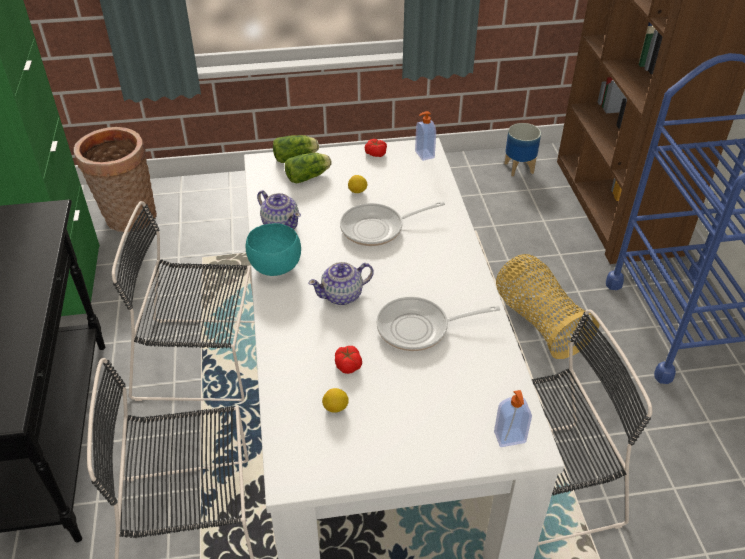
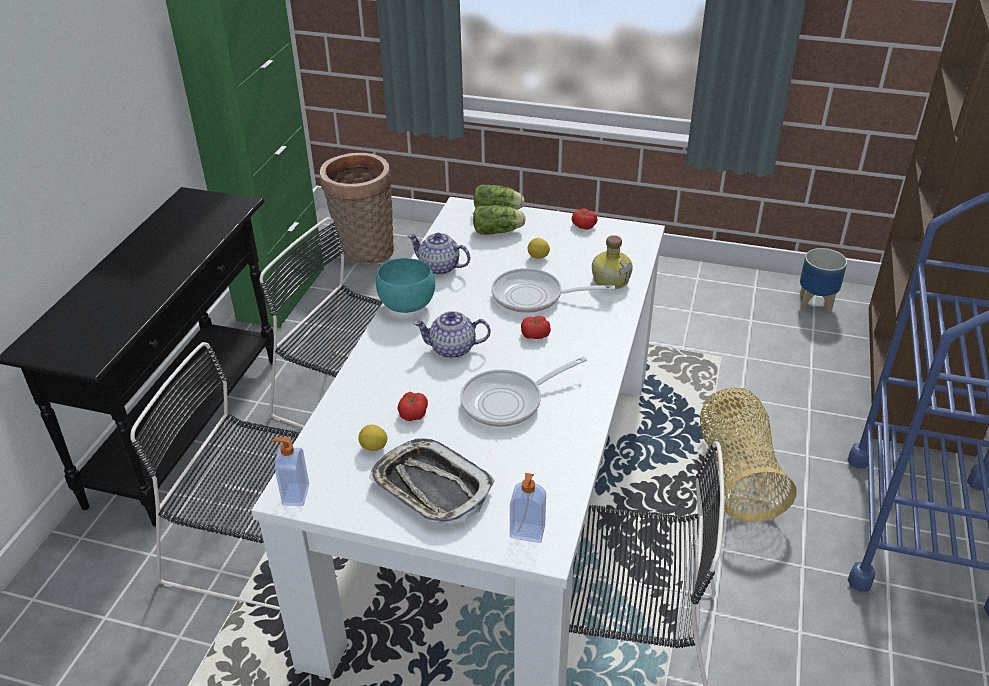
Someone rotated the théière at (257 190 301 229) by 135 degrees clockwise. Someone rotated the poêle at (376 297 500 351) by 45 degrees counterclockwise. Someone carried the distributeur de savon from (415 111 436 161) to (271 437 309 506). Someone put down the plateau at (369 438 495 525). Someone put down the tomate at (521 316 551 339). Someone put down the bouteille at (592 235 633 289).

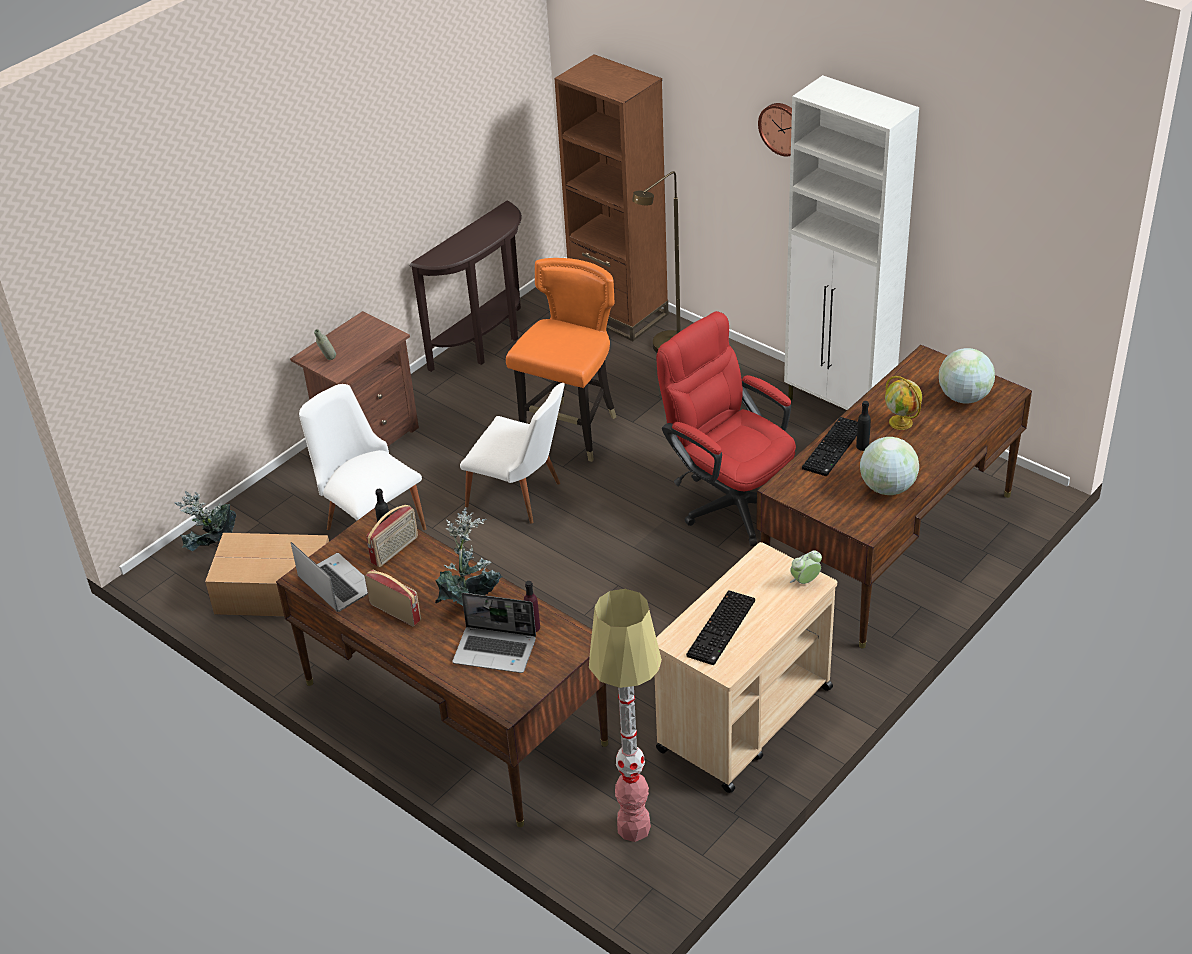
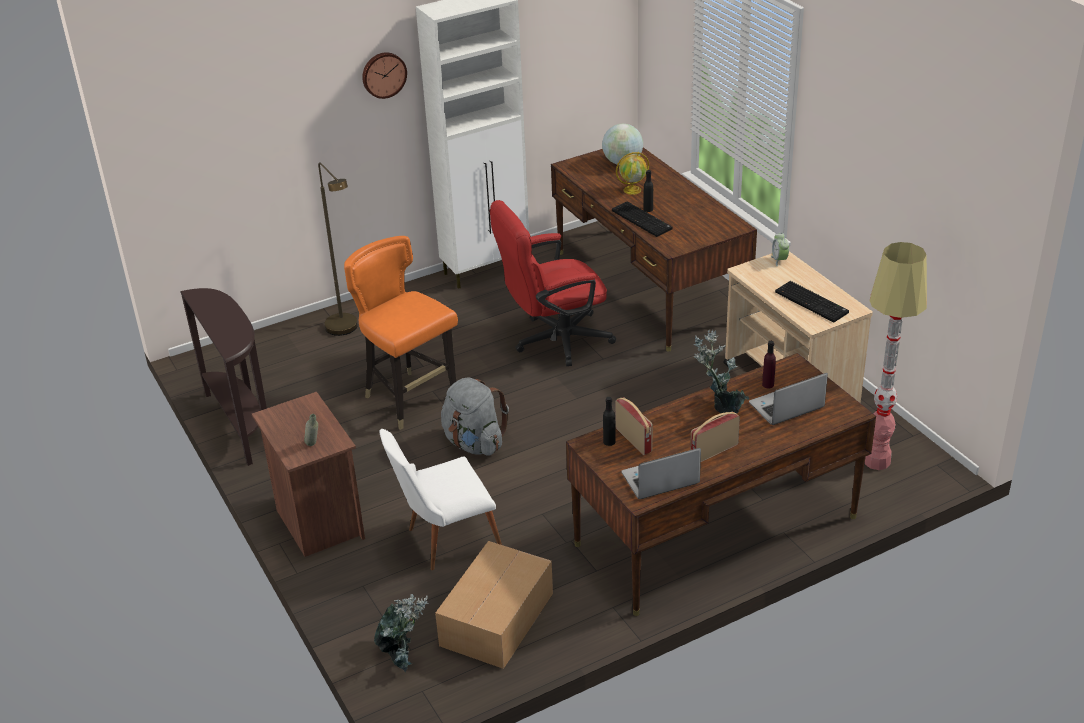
Someone rotated the ordinateur portable at (452 593 536 673) by 150 degrees counterclockwise. Someone swapped the chaise (blanc) at (460 383 565 524) for the sac à dos (gris) at (441 378 509 456). Someone took away the bibliothèque (marron) at (554 54 668 341). Someone took away the globe at (860 437 919 495).

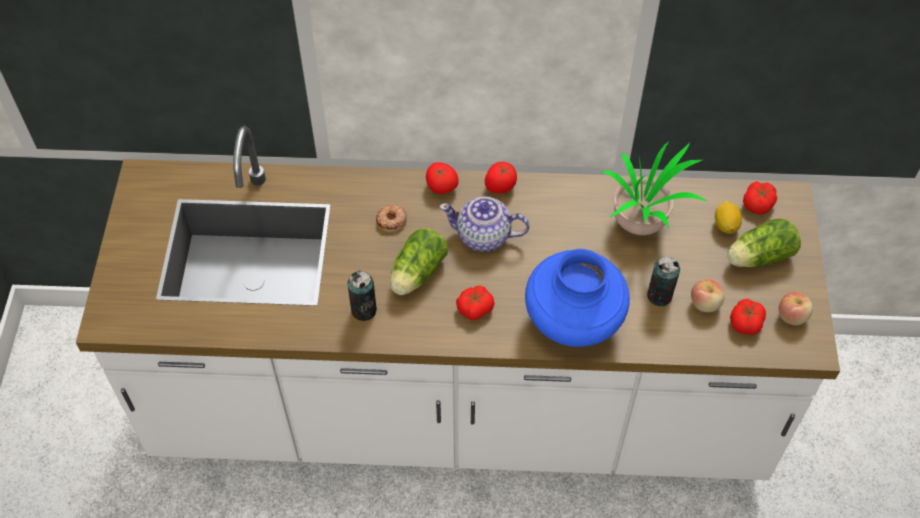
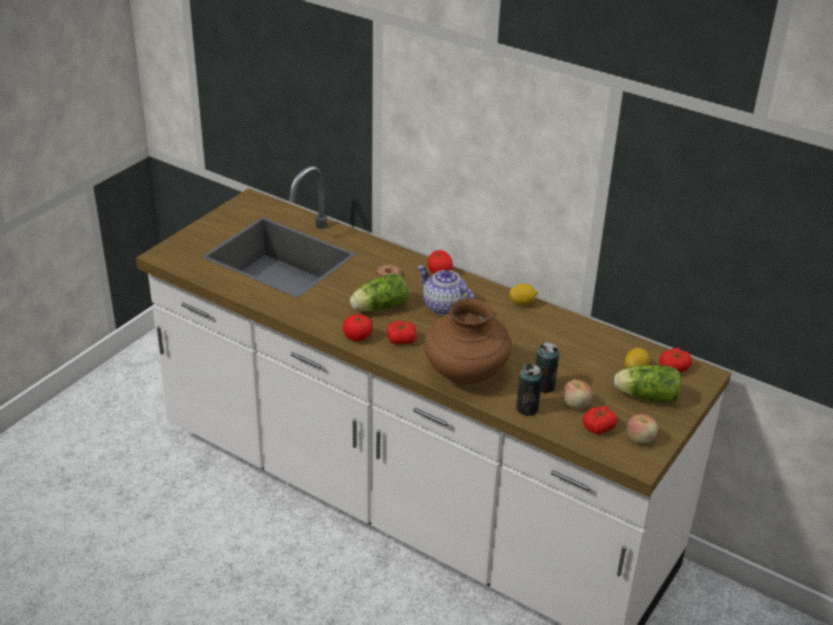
Someone carried the boîte métallique from (347 270 377 321) to (516 364 542 416). Someone carried the tomate from (485 162 517 194) to (343 314 373 341). Someone repainted the vase (bleu) at (525 249 630 347), which became the vase (marron) at (424 299 512 384). Someone took away the plante en pot at (600 142 707 235). Someone put down the citron at (509 284 538 306).

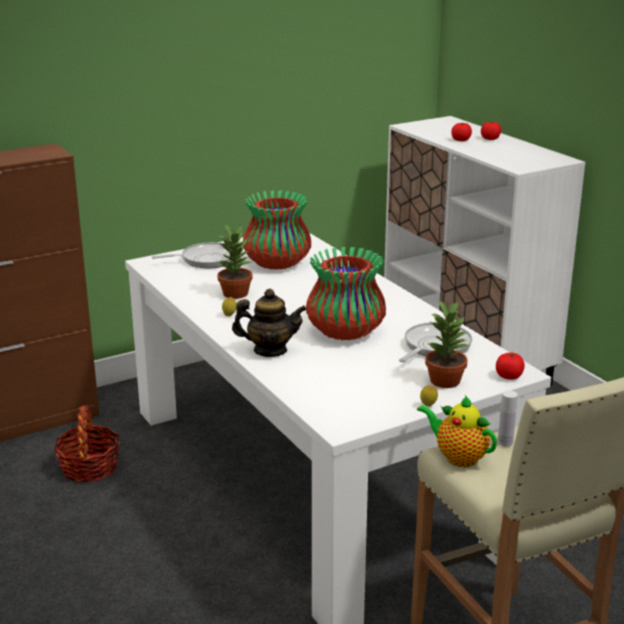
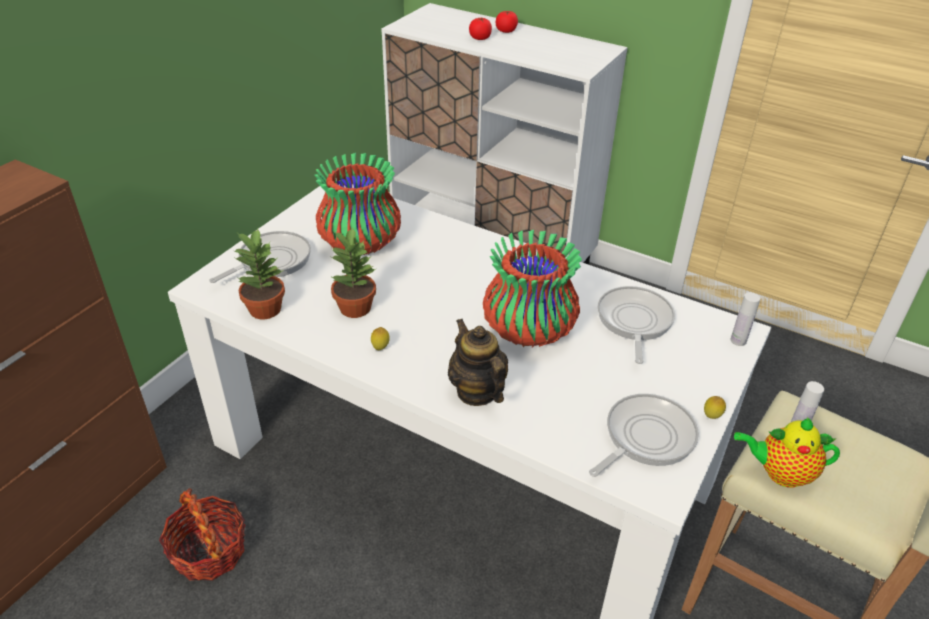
Someone rotated the théière at (232 289 307 357) by 90 degrees counterclockwise. Someone carried the plante en pot from (425 299 471 388) to (235 229 285 319). Someone swapped the tomate at (496 353 525 380) for the bouteille (blanc) at (730 292 760 346). Someone put down the poêle at (589 394 699 477).

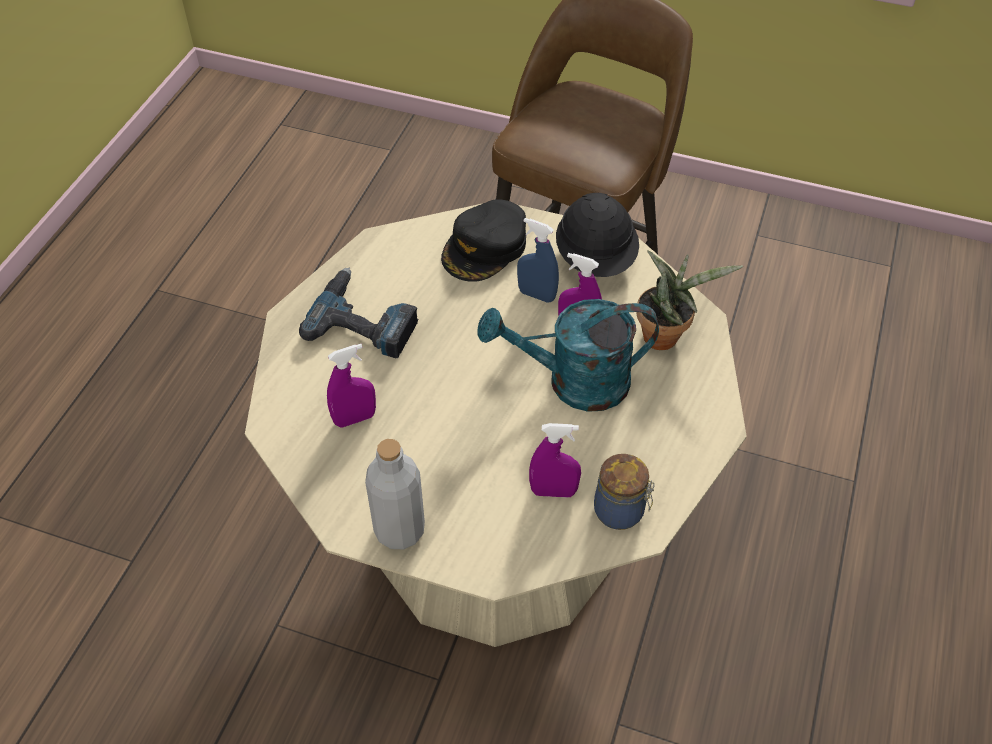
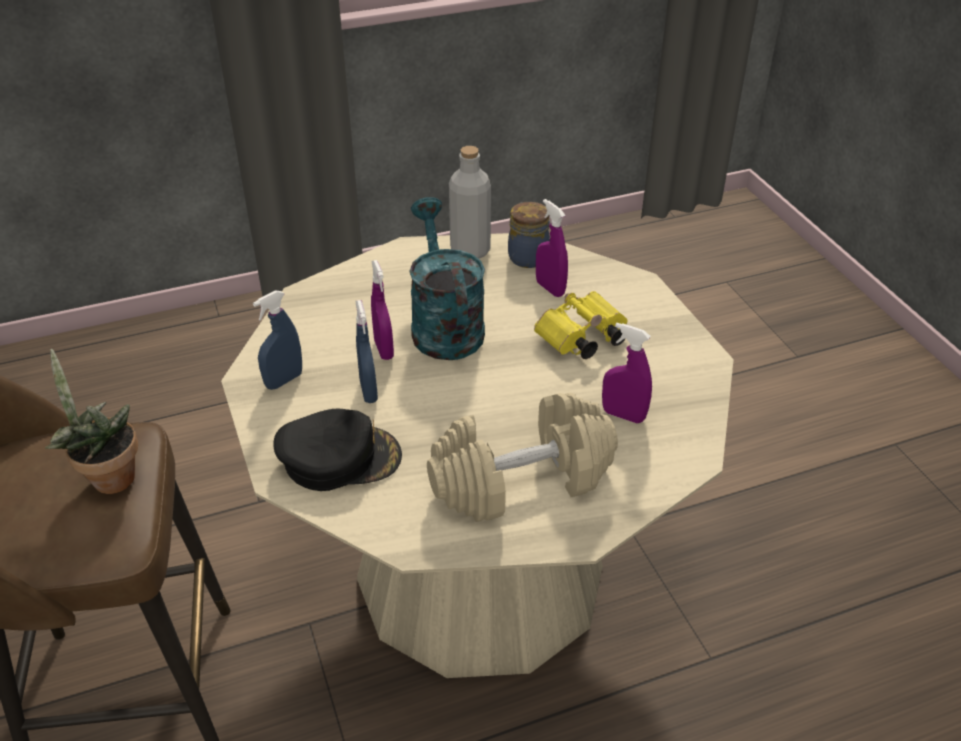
Someone swapped the perceuse at (299 267 418 358) for the haltère (beige) at (427 393 618 522). Someone carried the bouteille (gris) from (365 439 425 549) to (449 146 491 259). Someone rotated the arrosoir (turquoise) at (477 299 659 412) by 150 degrees counterclockwise. Someone swapped the casque de chantier (noir) at (556 193 639 277) for the vaporisateur (bleu) at (253 290 302 390). Someone carried the plante en pot from (636 250 743 350) to (45 348 138 494). Someone put down the jumelles (jaune) at (534 291 627 359).

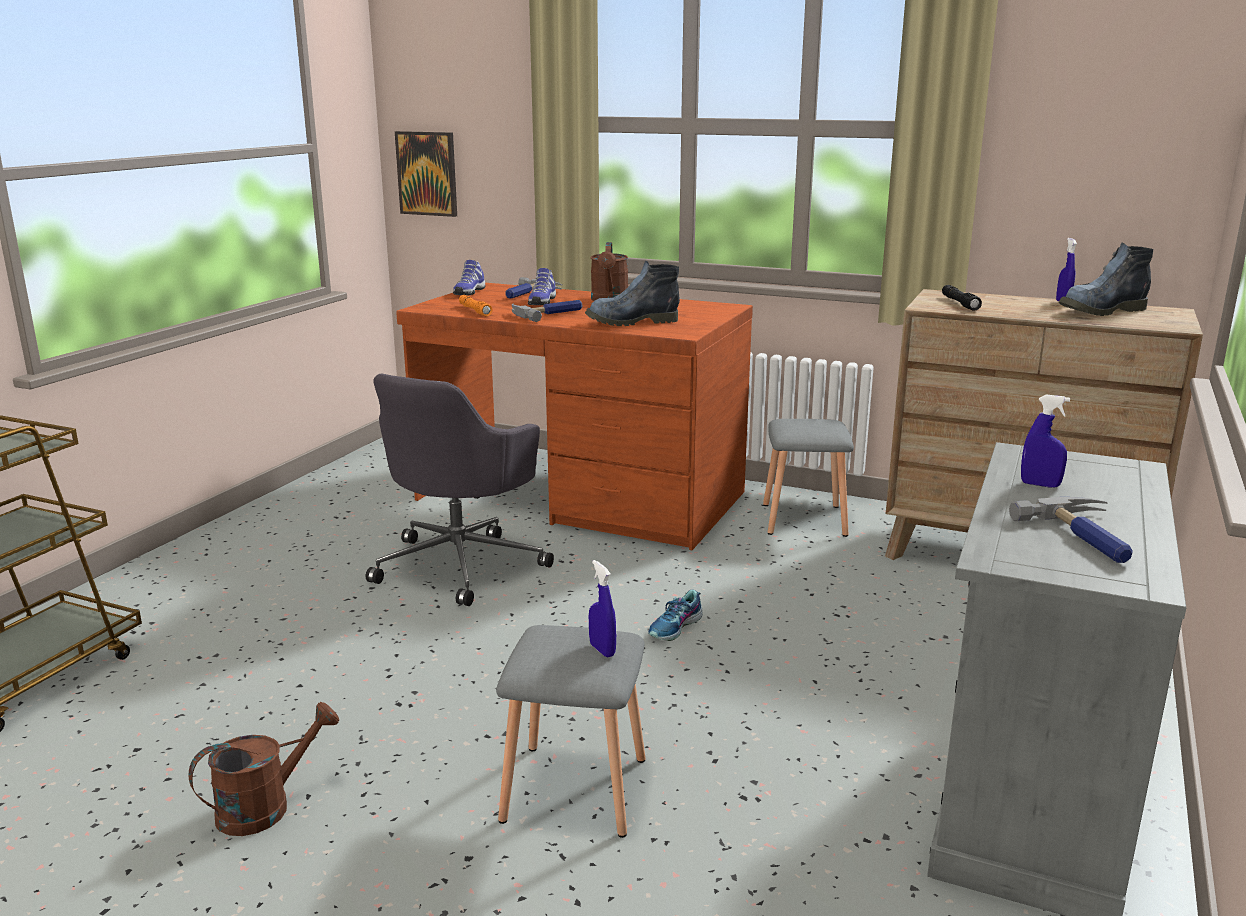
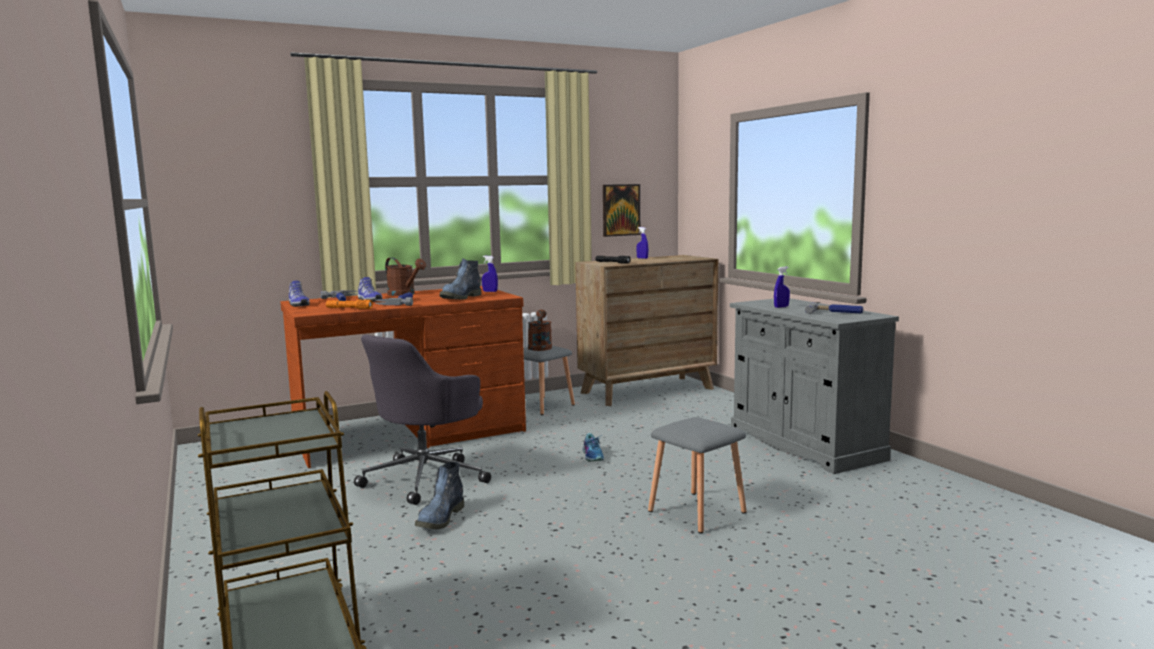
Someone carried the arrosoir (marron) from (188 702 339 836) to (528 310 552 351). Someone rotated the chaise de bureau (gris) at (366 374 554 606) by 60 degrees clockwise. Someone carried the tableau from (395 131 457 217) to (603 184 640 237). Someone carried the vaporisateur (bleu) from (589 560 616 657) to (482 256 498 292). Someone carried the botte from (1059 243 1153 316) to (415 462 464 529).

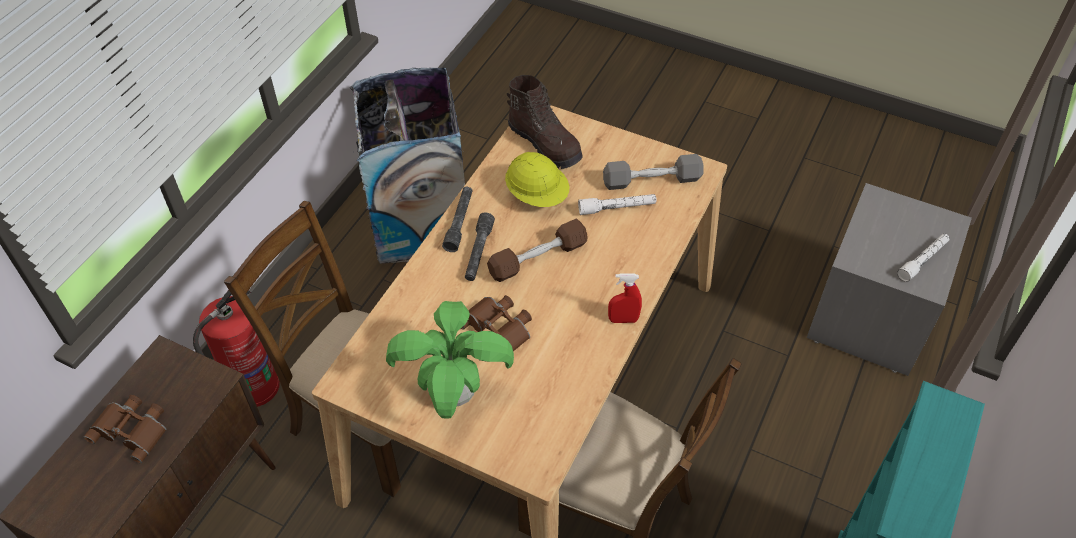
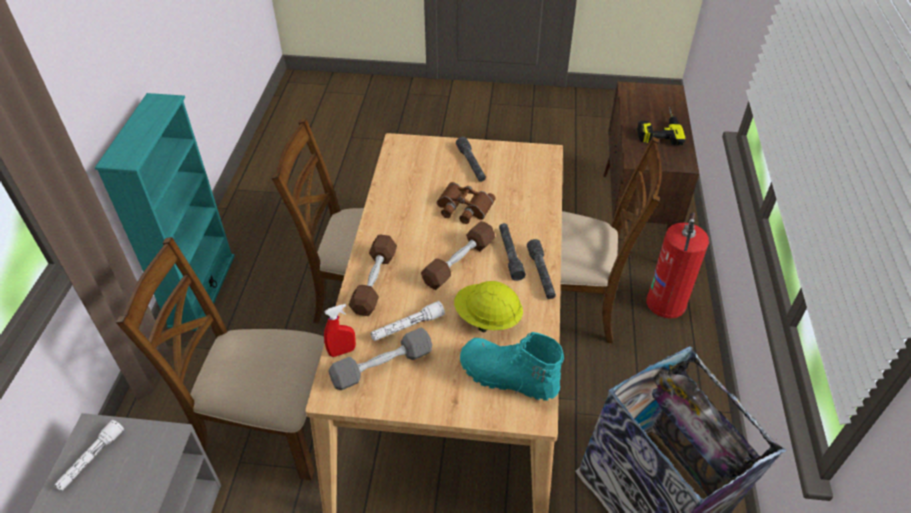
Someone swapped the jumelles (marron) at (84 395 166 463) for the perceuse at (637 107 686 146). Someone swapped the plante en pot at (386 301 514 419) for the lampe de poche (gris) at (456 137 486 182). Someone repainted the botte (marron) at (507 75 583 169), which became the botte (turquoise) at (460 332 564 401). Someone carried the vaporisateur (rouge) from (608 274 642 323) to (324 304 356 357). Someone put down the chaise (marron) at (116 237 325 480). Someone put down the haltère (marron) at (348 235 397 316).

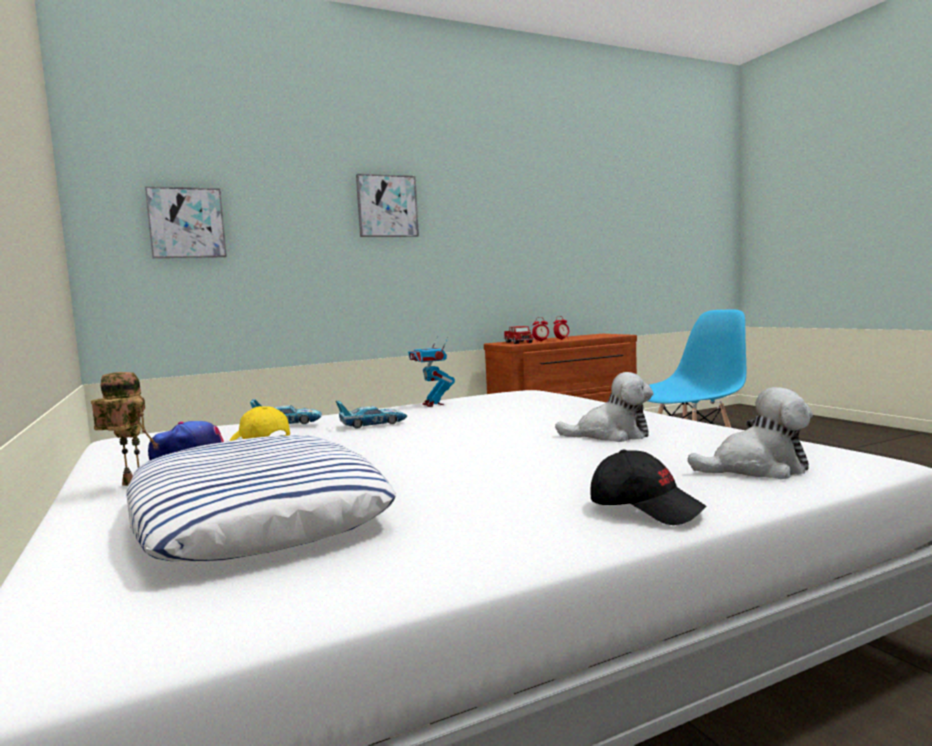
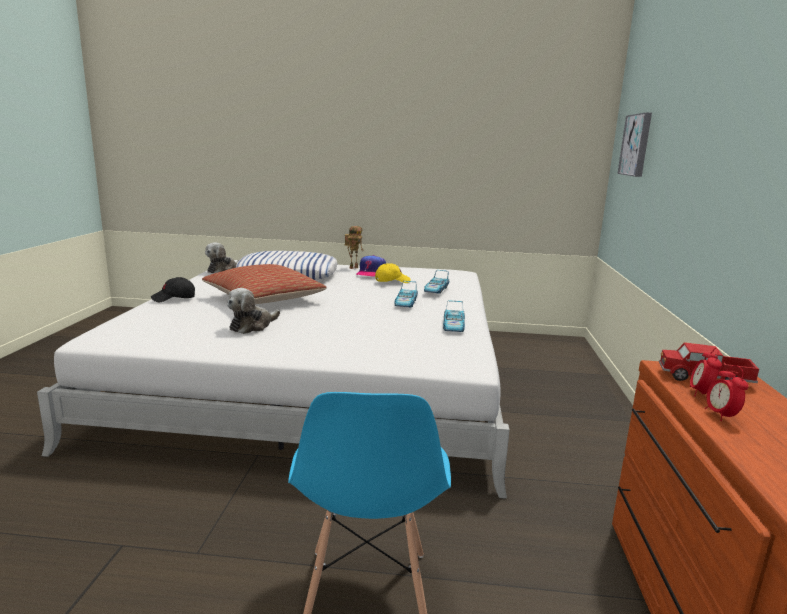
Someone took away the tableau at (356 174 419 237). Someone swapped the robot jouet at (408 336 455 407) for the petite voiture at (443 300 465 332). Someone carried the peluche from (688 387 813 479) to (205 242 239 273). Someone put down the coussin at (202 264 327 304).

